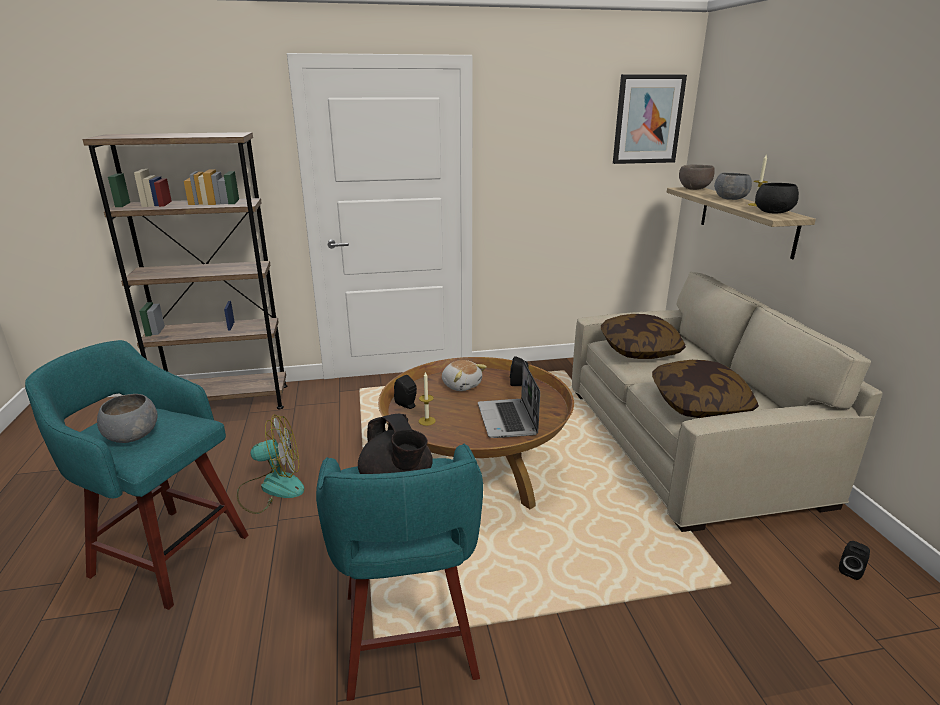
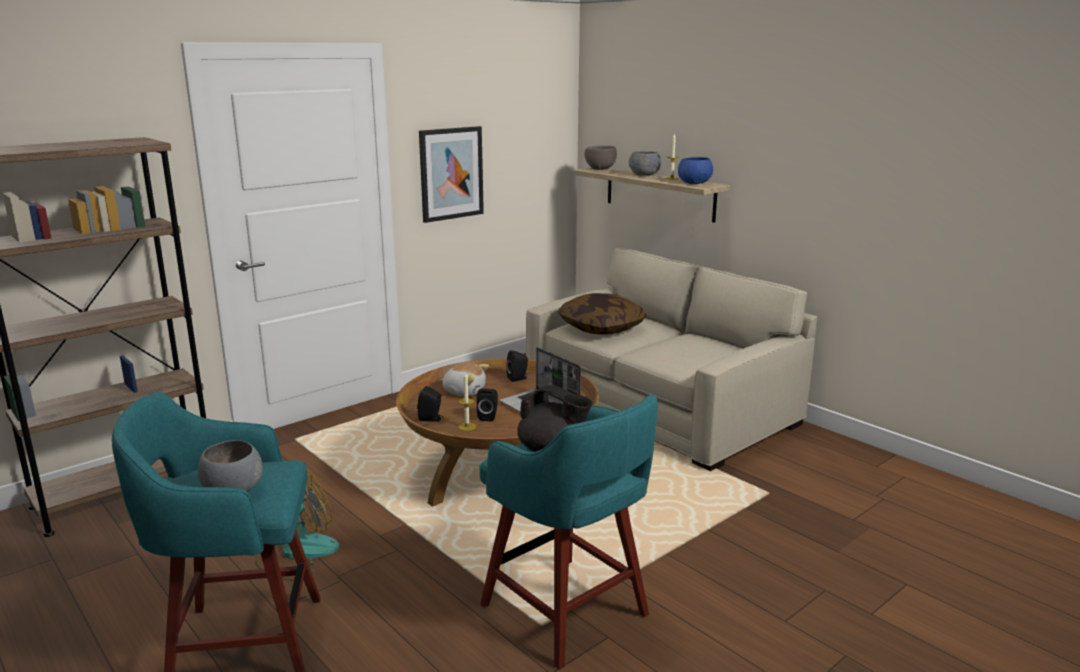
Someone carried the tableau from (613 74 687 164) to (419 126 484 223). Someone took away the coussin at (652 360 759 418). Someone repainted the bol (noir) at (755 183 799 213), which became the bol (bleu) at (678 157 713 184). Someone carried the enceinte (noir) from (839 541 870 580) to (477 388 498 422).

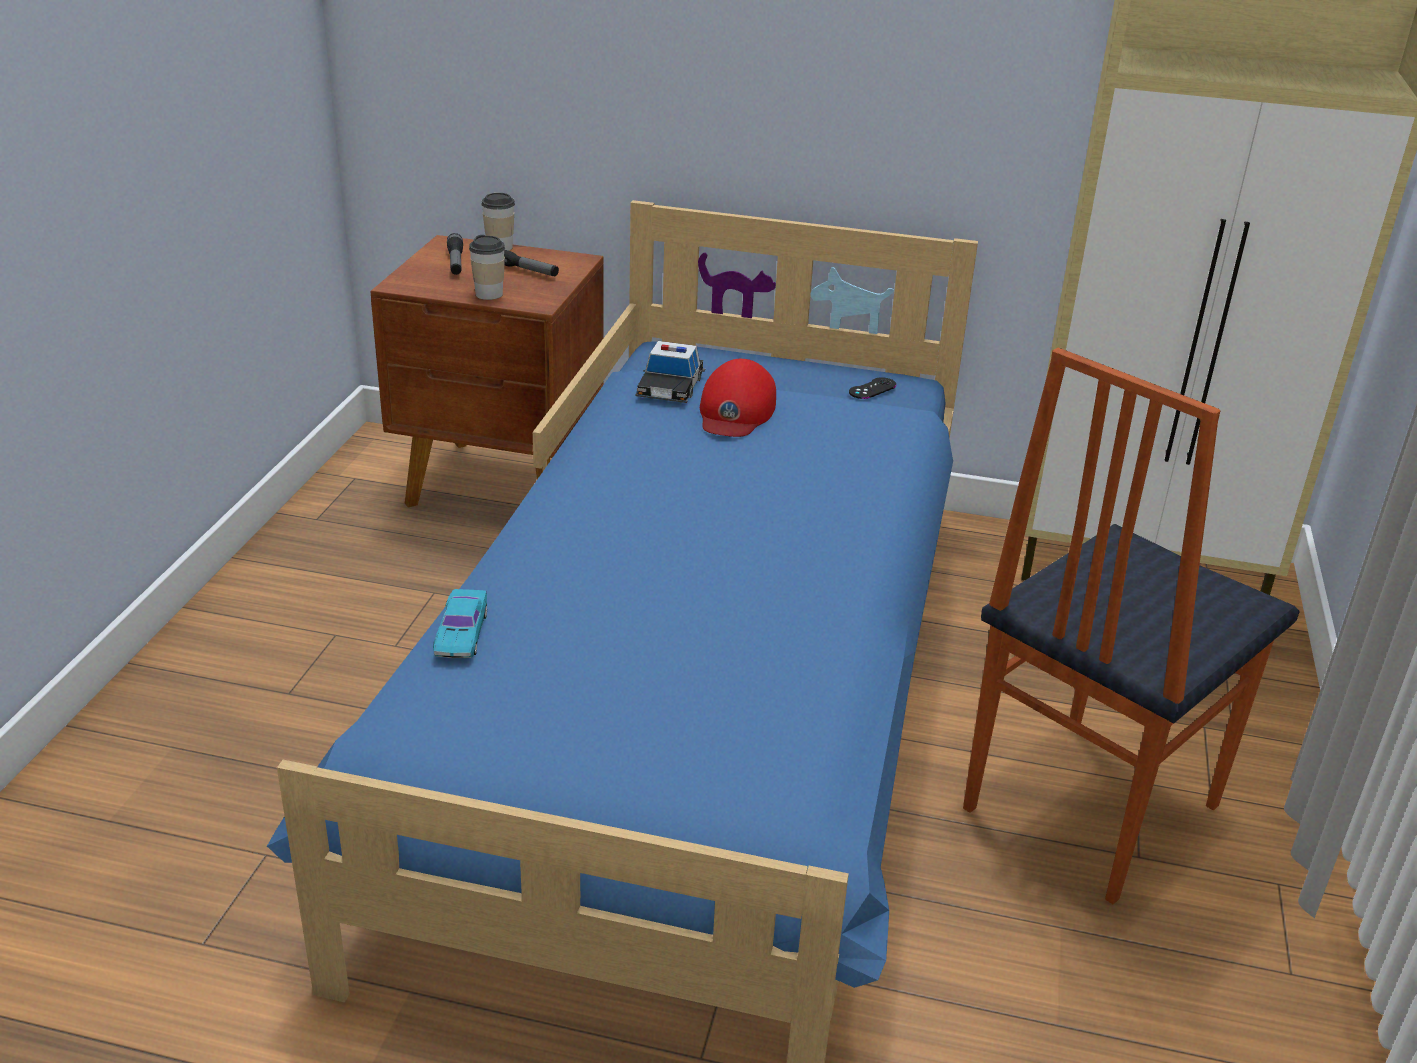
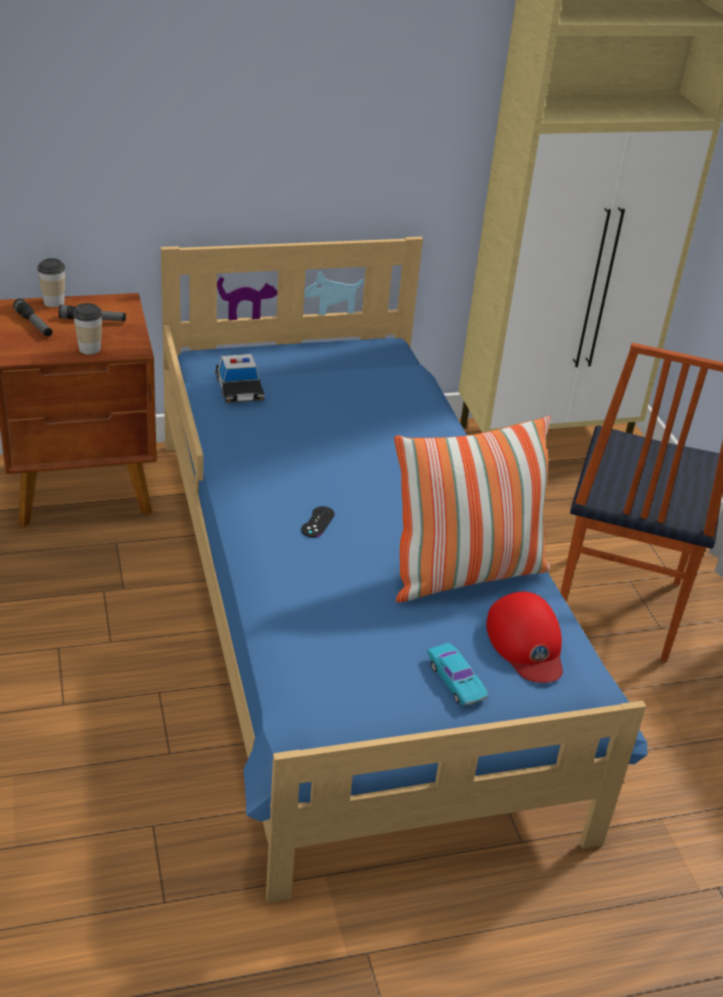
Someone carried the petite voiture (turquoise) from (433 589 487 658) to (428 643 488 706). Someone carried the casquette (rouge) from (700 359 776 437) to (486 592 563 683). Someone carried the manette (noir) from (849 377 896 399) to (301 506 335 537). Someone put down the coussin at (394 416 551 603).

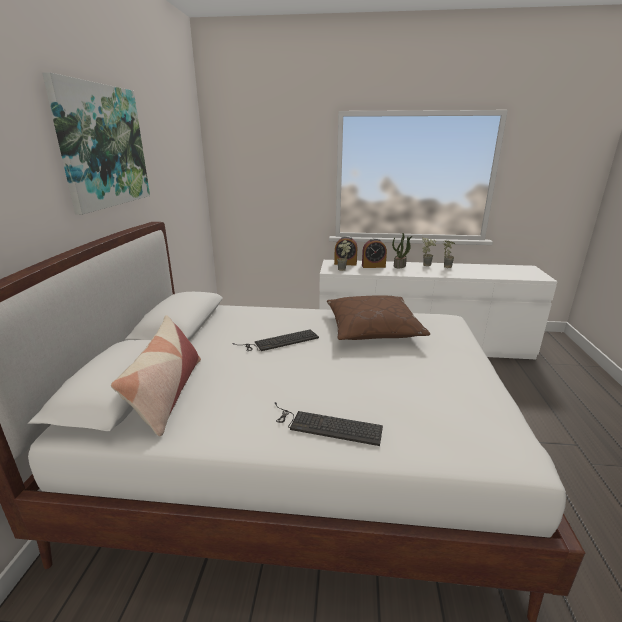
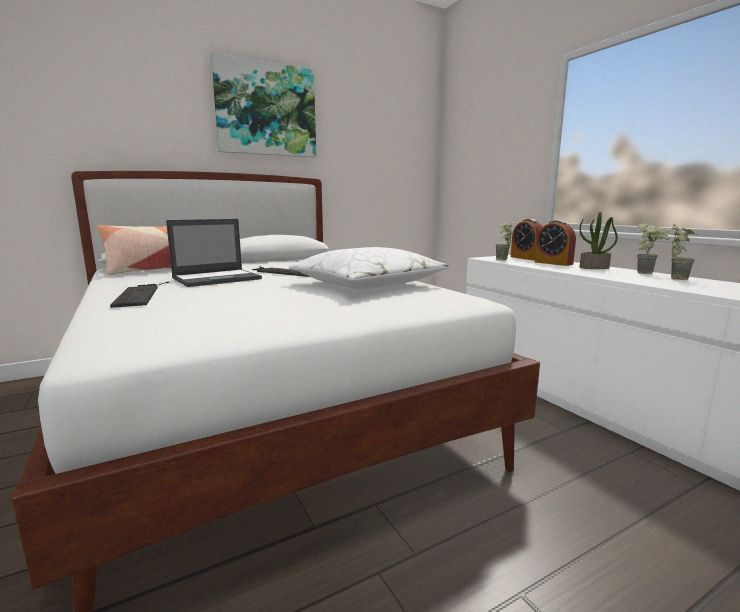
Someone repainted the coussin (marron) at (327 295 430 340), which became the coussin (blanc) at (289 247 449 289). Someone put down the ordinateur portable at (166 219 262 287).

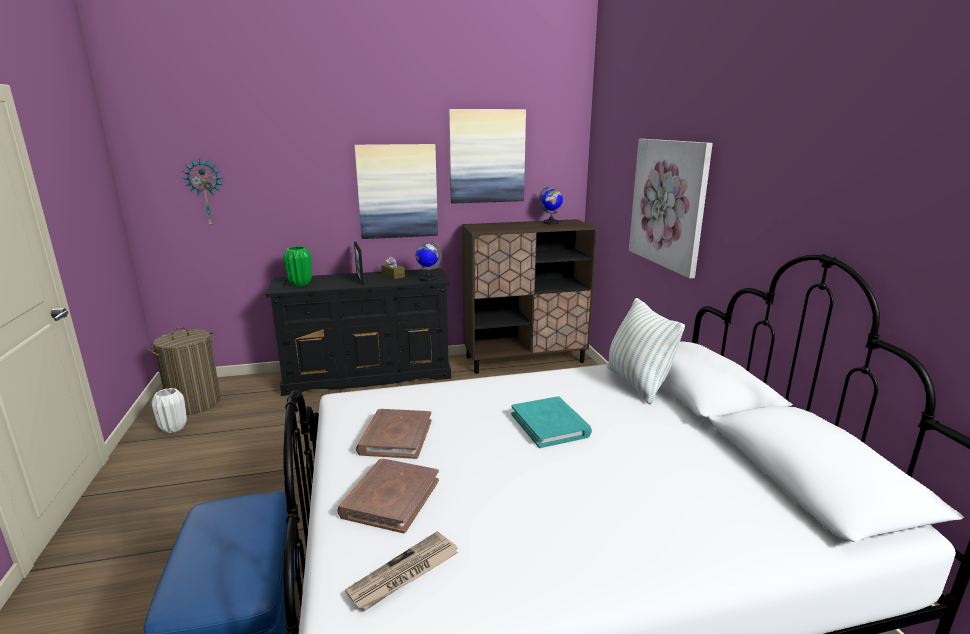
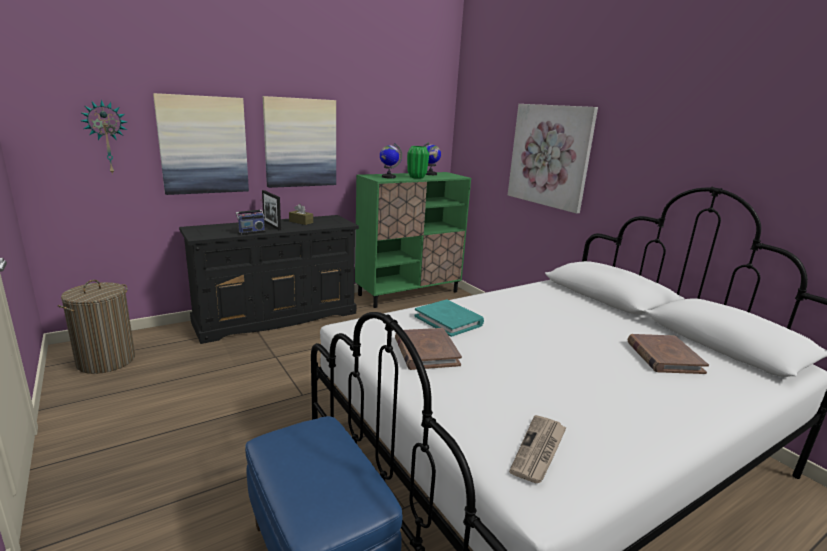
Someone took away the vase (blanc) at (151 388 187 433). Someone carried the vase (vert) from (284 246 312 286) to (407 146 429 179). Someone carried the livre (marron) from (337 459 439 533) to (628 334 709 374). Someone carried the globe from (416 241 442 282) to (380 143 402 179). Someone carried the tableau from (449 109 526 203) to (153 93 249 195). Someone repainted the meuble de rangement (marron) at (462 219 597 374), which became the meuble de rangement (vert) at (355 172 471 308). Someone carried the livre (turquoise) from (511 396 592 448) to (414 300 484 337). Someone took away the coussin at (607 298 685 404). Someone put down the radio at (236 199 266 235).

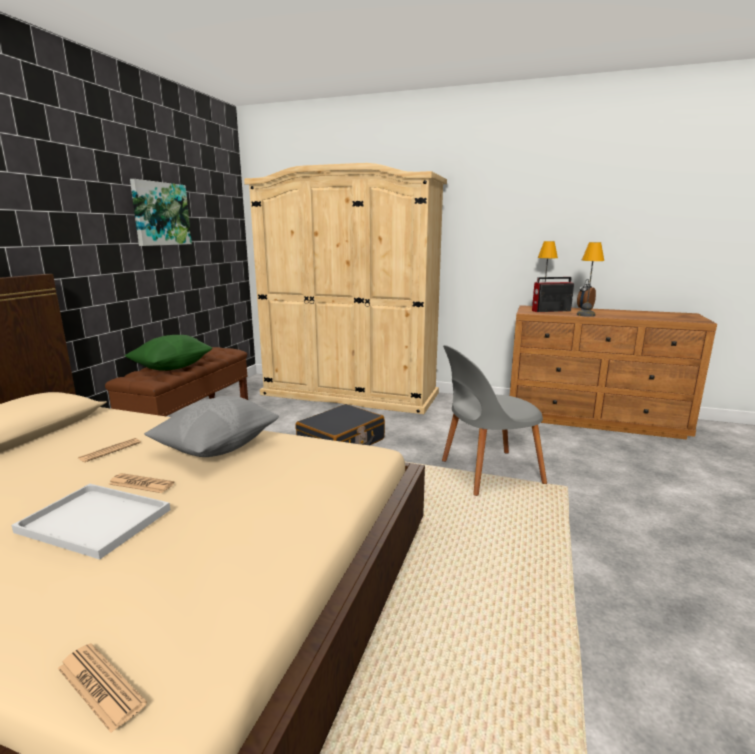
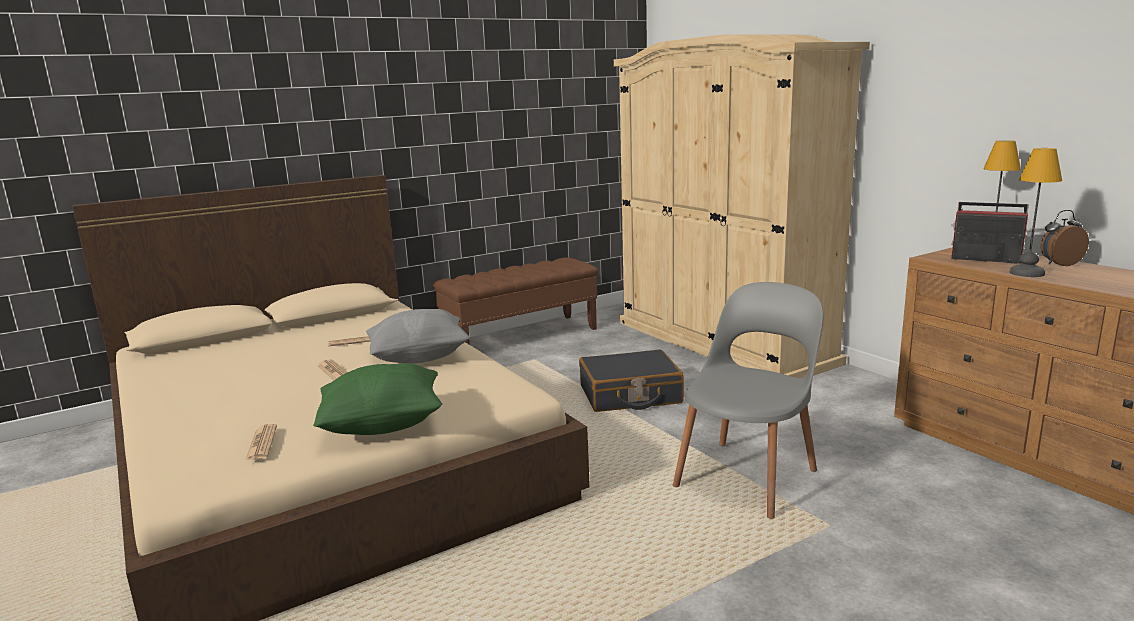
Someone took away the plateau (blanc) at (11 484 170 559). Someone carried the journal from (58 643 147 733) to (245 424 277 461). Someone carried the coussin (vert) from (125 335 212 371) to (313 363 442 435). Someone took away the tableau at (130 179 192 246). Someone rotated the chaise (gris) at (442 345 547 496) by 105 degrees clockwise.

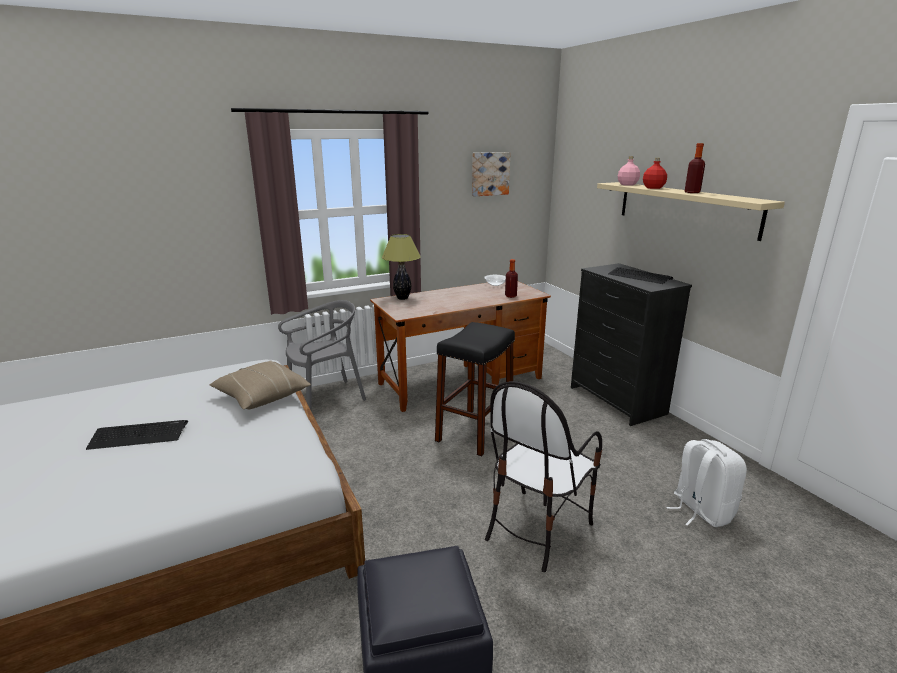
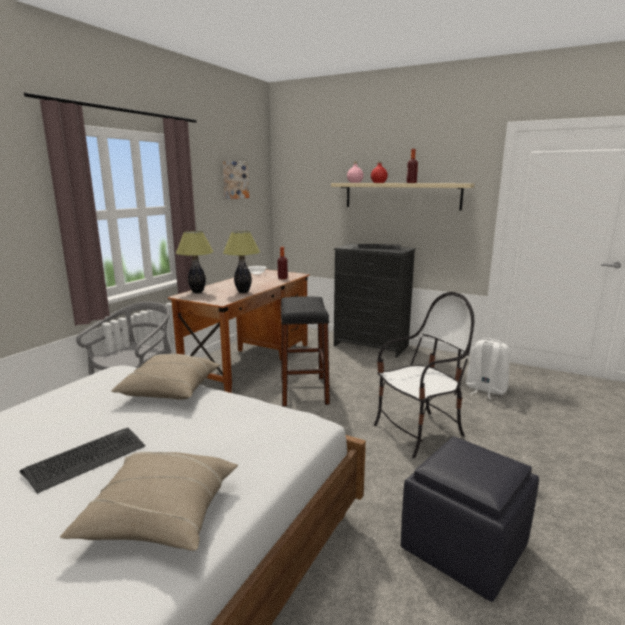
Someone rotated the chaise at (485 381 602 572) by 120 degrees counterclockwise. Someone put down the coussin (beige) at (60 452 238 551). Someone put down the lampe de table at (223 231 260 293).

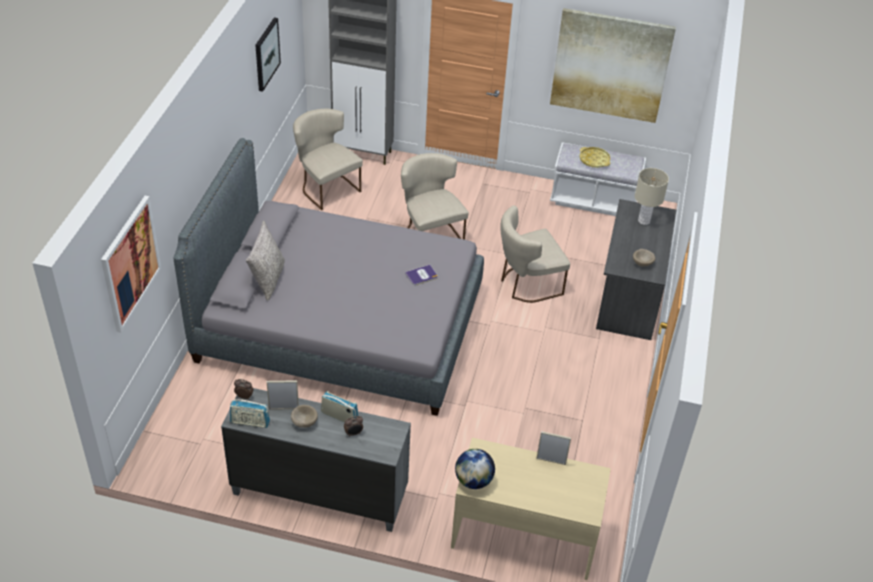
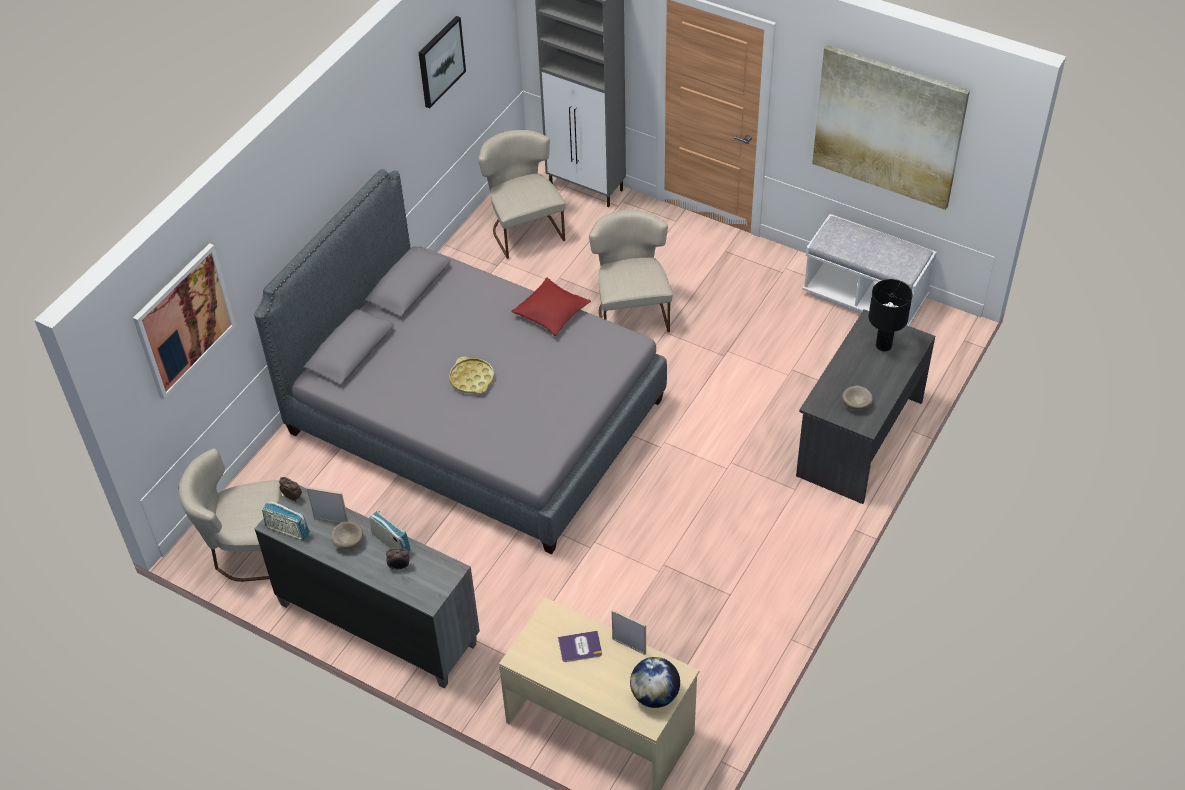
Someone took away the coussin (gris) at (246 221 285 301). Someone carried the livre from (405 265 438 285) to (558 631 602 662). Someone carried the globe from (455 449 495 489) to (630 657 680 708). Someone carried the chaise (beige) from (501 205 570 303) to (178 448 282 582). Someone carried the plateau (jaune) from (579 147 611 168) to (449 357 494 394). Someone repainted the lampe de table (beige) at (635 168 669 225), which became the lampe de table (noir) at (869 279 913 351). Someone put down the coussin (rouge) at (511 278 591 336).

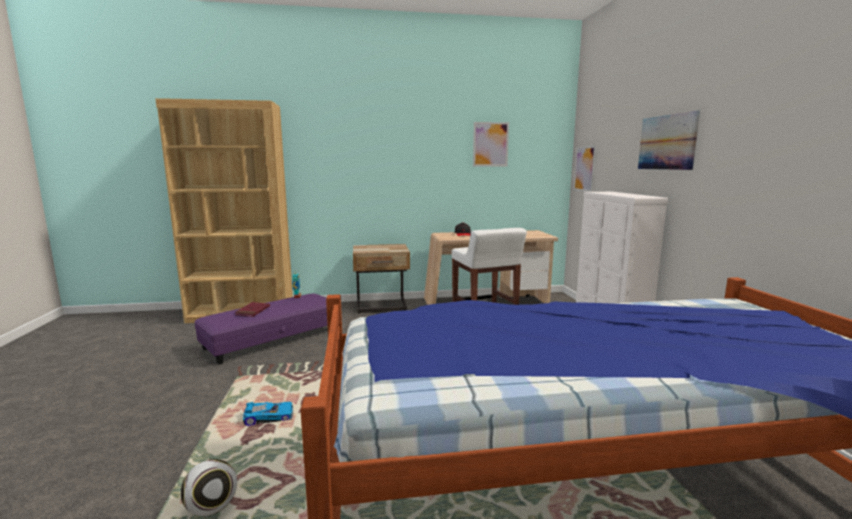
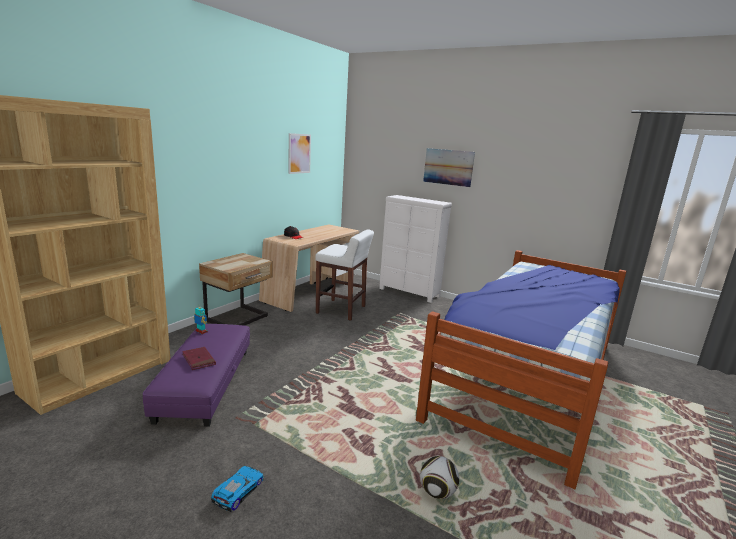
Someone carried the petite voiture from (243 402 293 426) to (211 466 264 512). Someone took away the tableau at (574 146 596 192).

